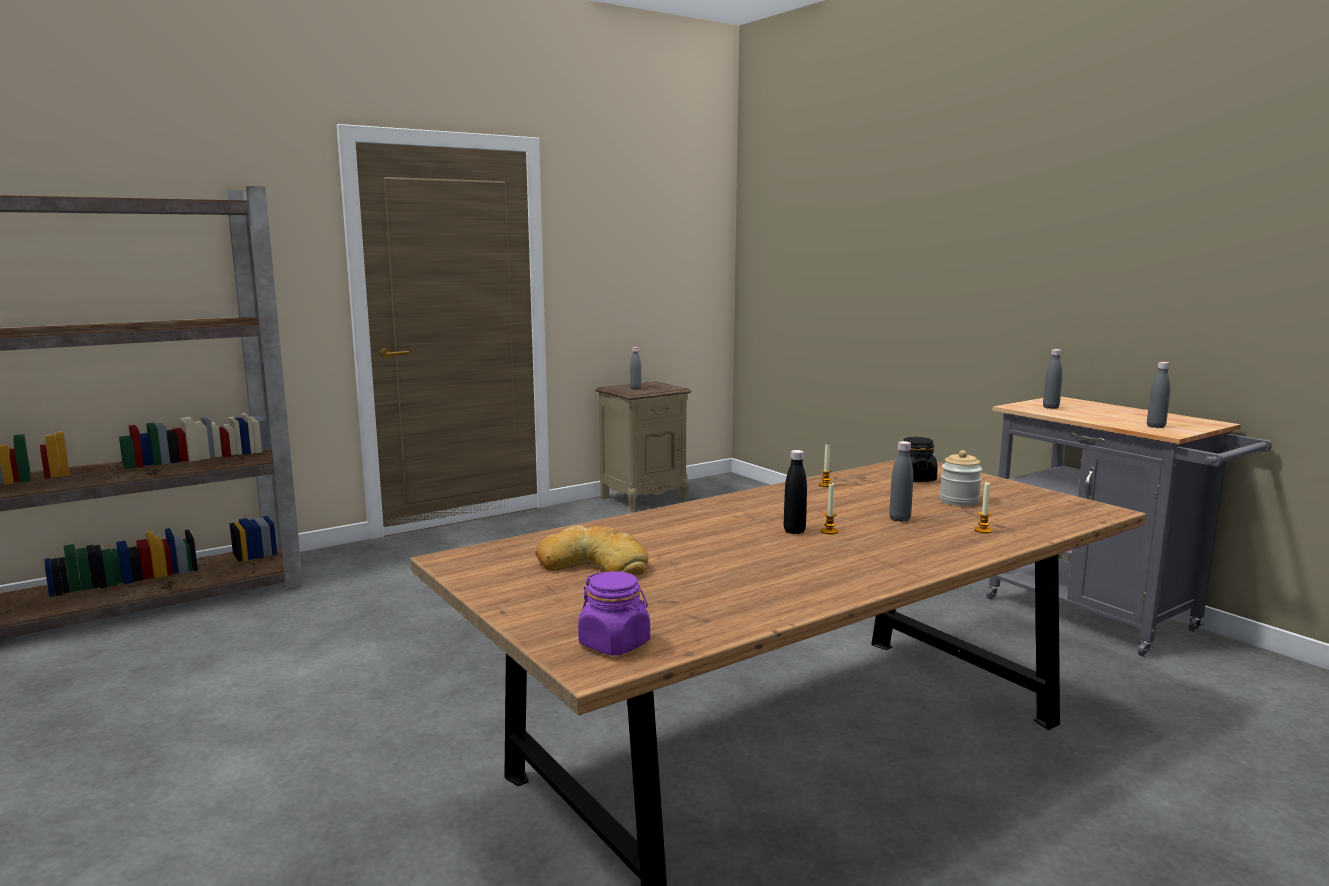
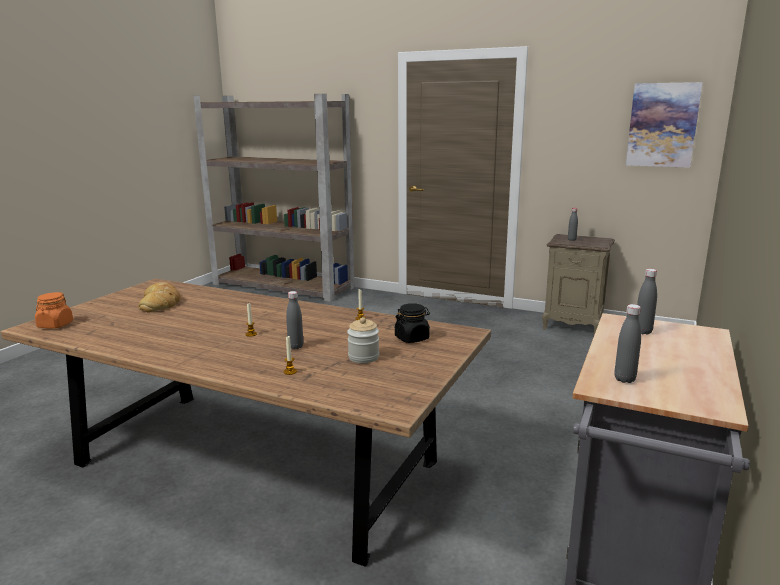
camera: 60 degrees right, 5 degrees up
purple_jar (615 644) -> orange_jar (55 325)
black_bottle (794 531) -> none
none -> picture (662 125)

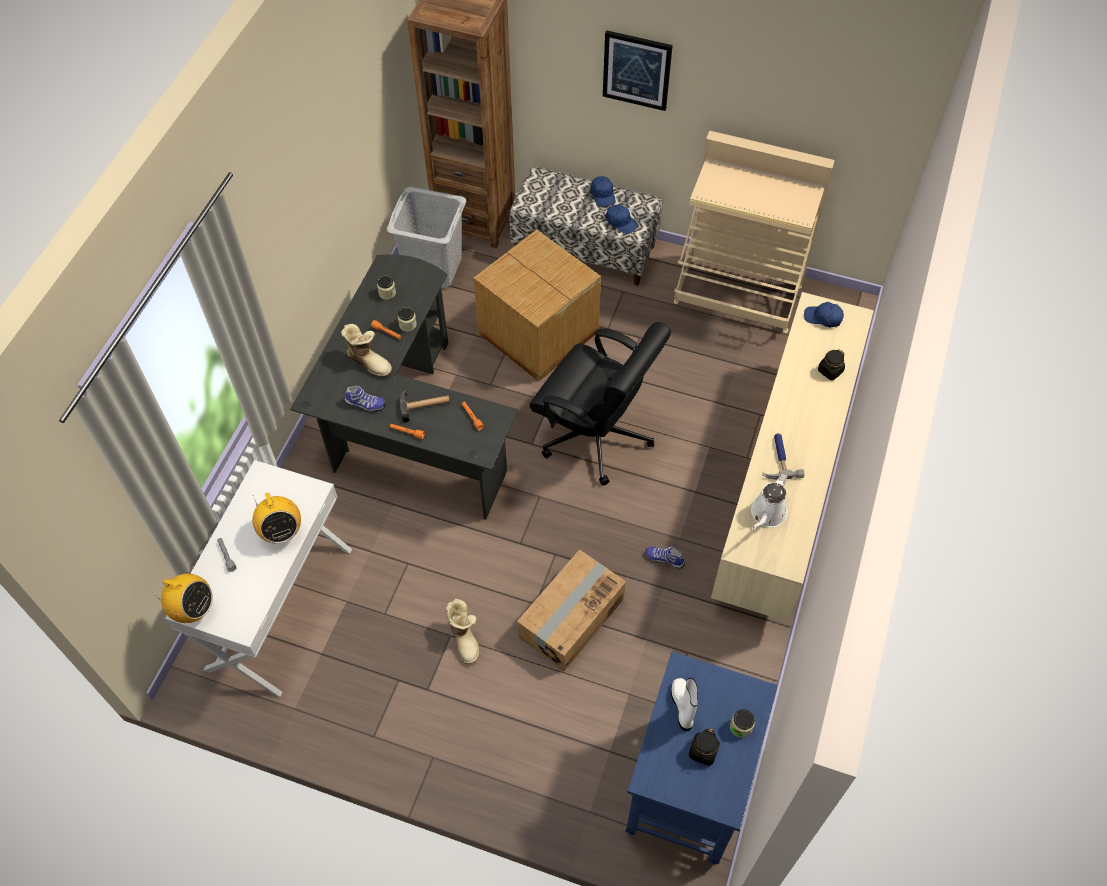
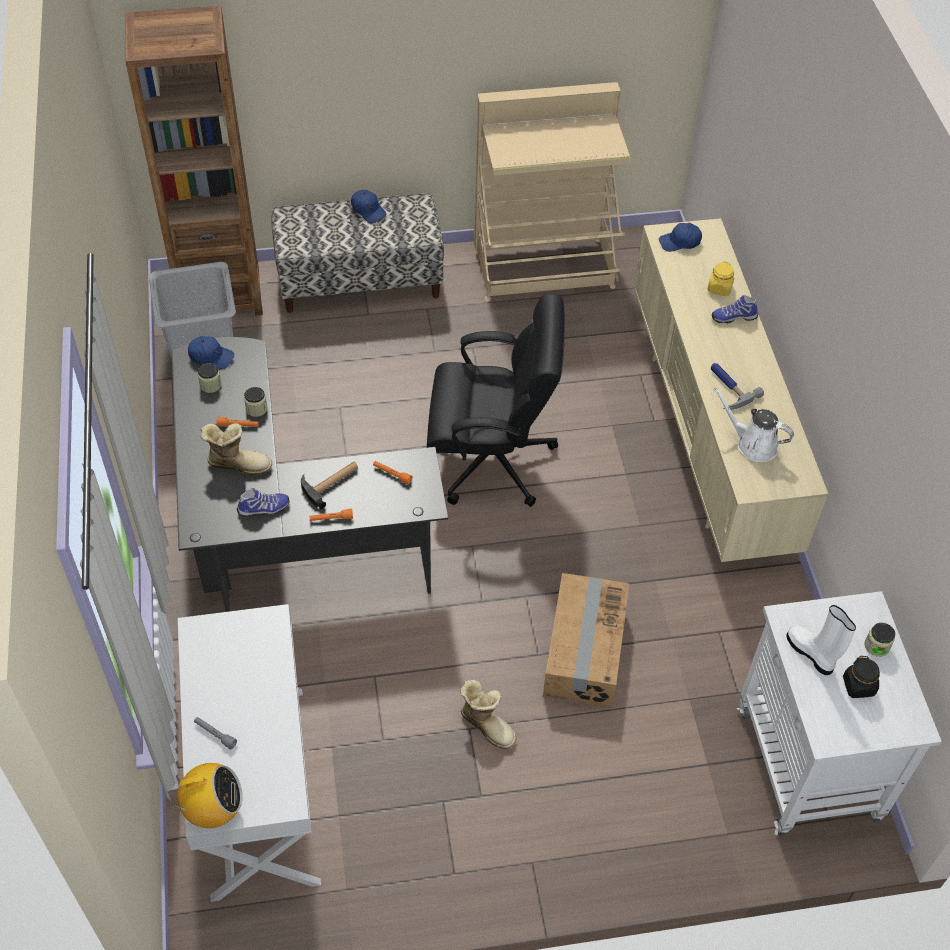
camera: 30 degrees left, 5 degrees down
radio (281 531) -> none
cardboard_box (538 334) -> none
picture (637 70) -> none
blue_cap (621 222) -> blue_cap (211 356), relocated
blue_cart (687 792) -> white_cart (806 765)
shoe (665 558) -> shoe (733 317), relocated
white_watering_can (767 515) -> white_watering_can (753 444), 120 degrees clockwise
black_jar (830 371) -> yellow_jar (719 288)

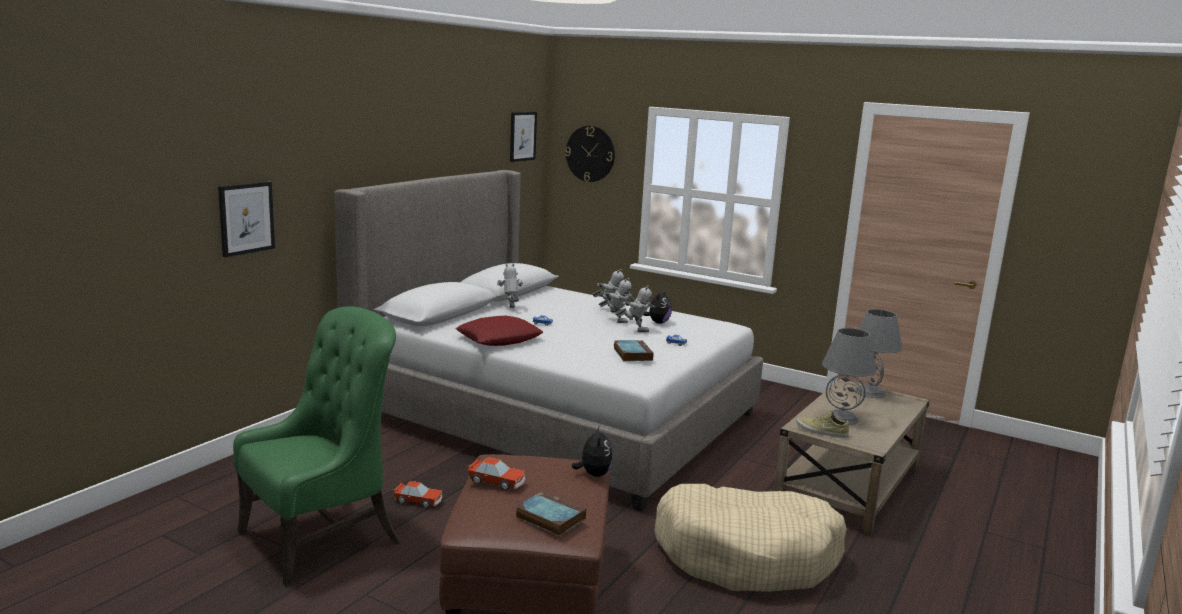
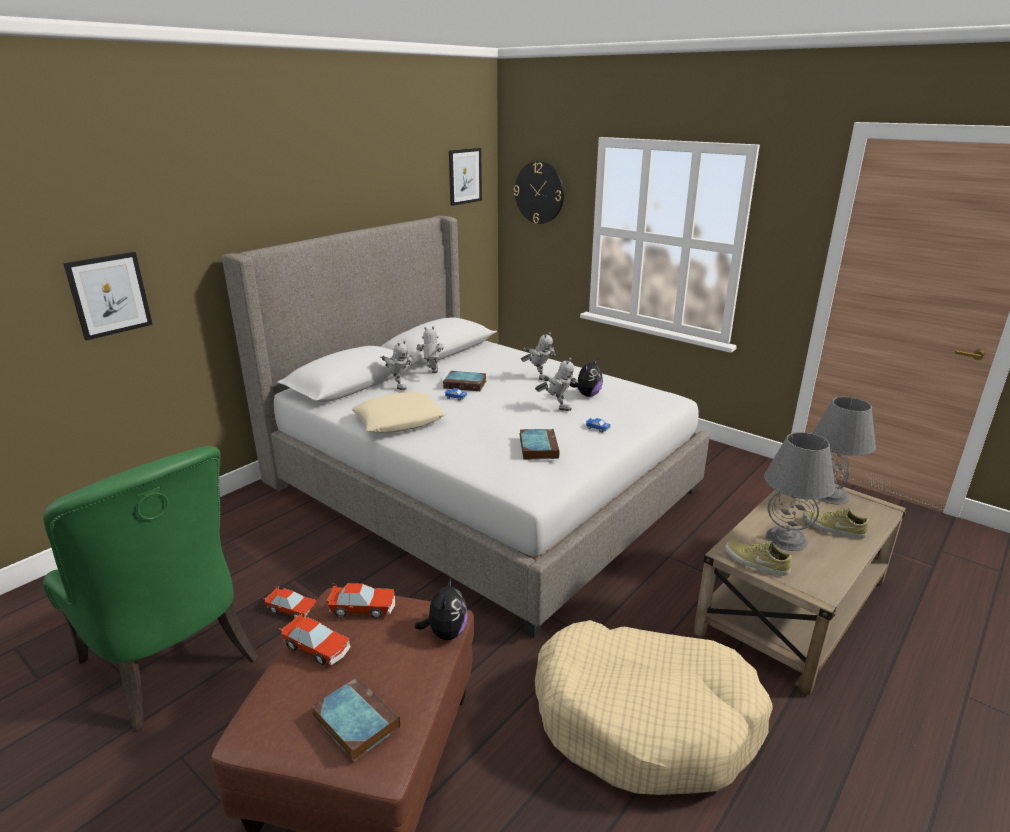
camera: 10 degrees right, 10 degrees up
green_chair (322 537) -> green_chair (172 660), 75 degrees clockwise
red_pillow (499 338) -> beige_pillow (399 420)
toy_robot (616 320) -> toy_robot (398 386), relocated
none -> toy_car (363 608)
none -> book (466 384)
none -> beige_shoe (833 528)

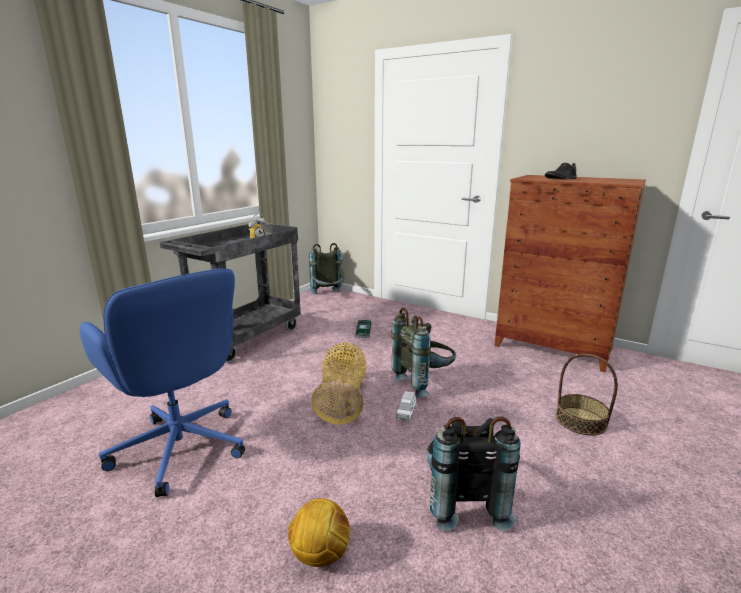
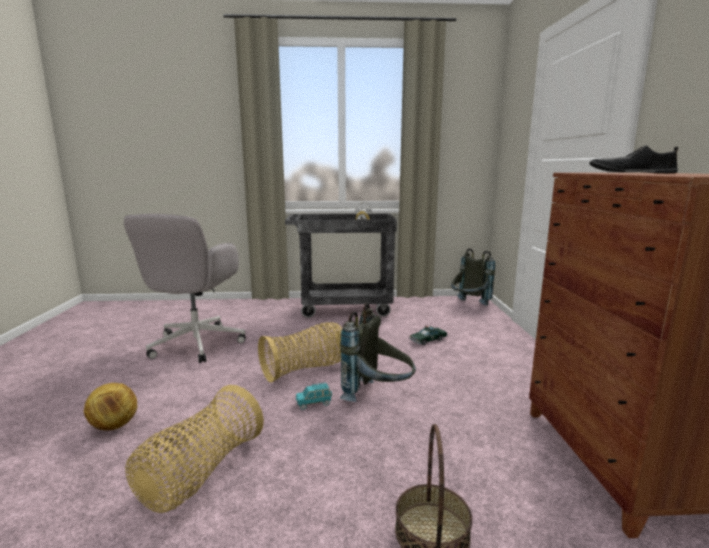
camera: 55 degrees right, 5 degrees down
blue_office_chair (180 449) -> grey_office_chair (196 345)
white_toy_car (406 413) -> turquoise_toy_car (314 403)
black_backpack (462 502) -> basket (200 473)

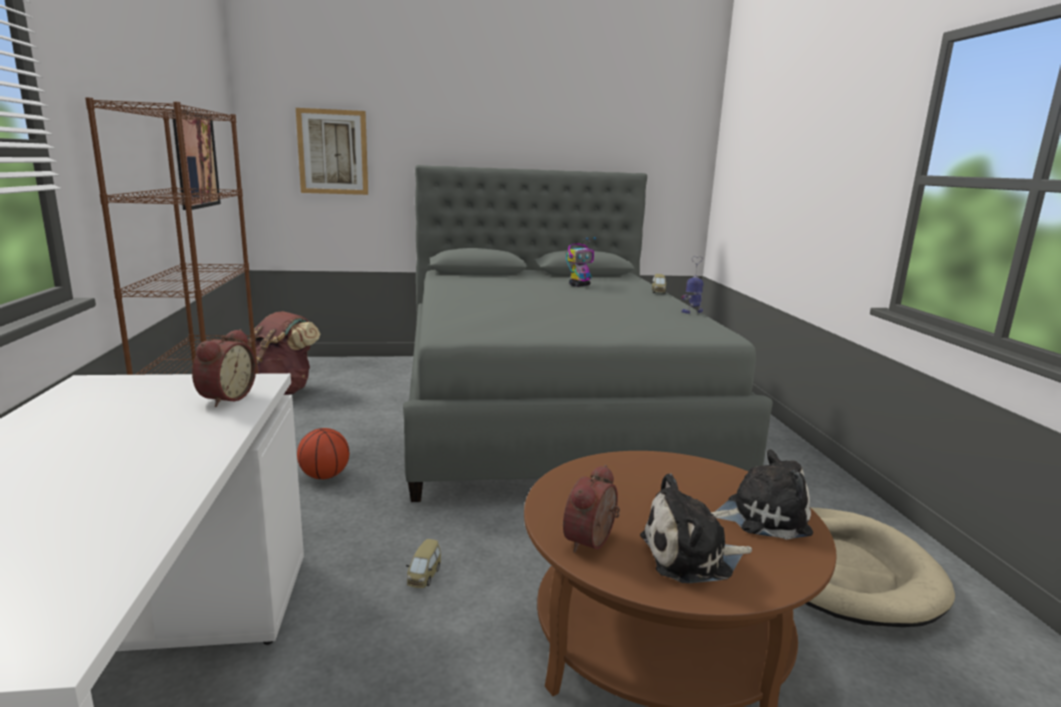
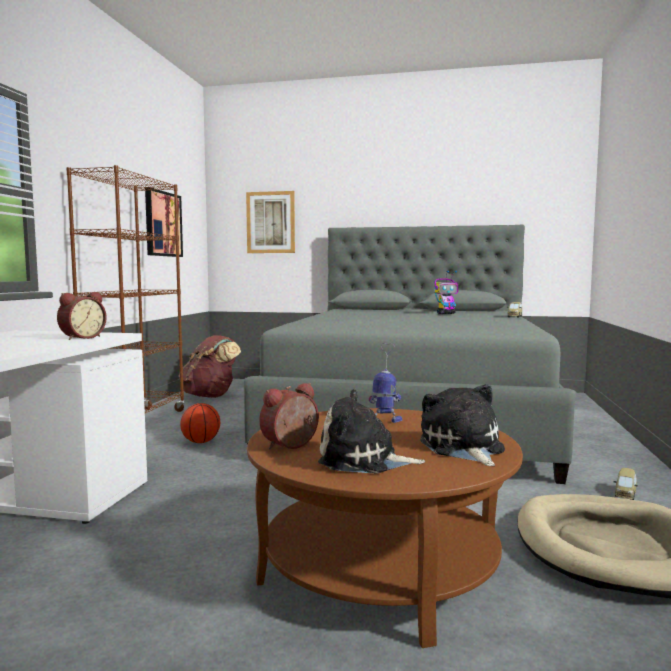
camera: 20 degrees right, 10 degrees down
toy_car (424 576) -> toy_car (625 494), relocated
toy_robot (692 312) -> toy_robot (385 421), relocated
plush_toy (761 516) -> plush_toy (462 447), 120 degrees counterclockwise

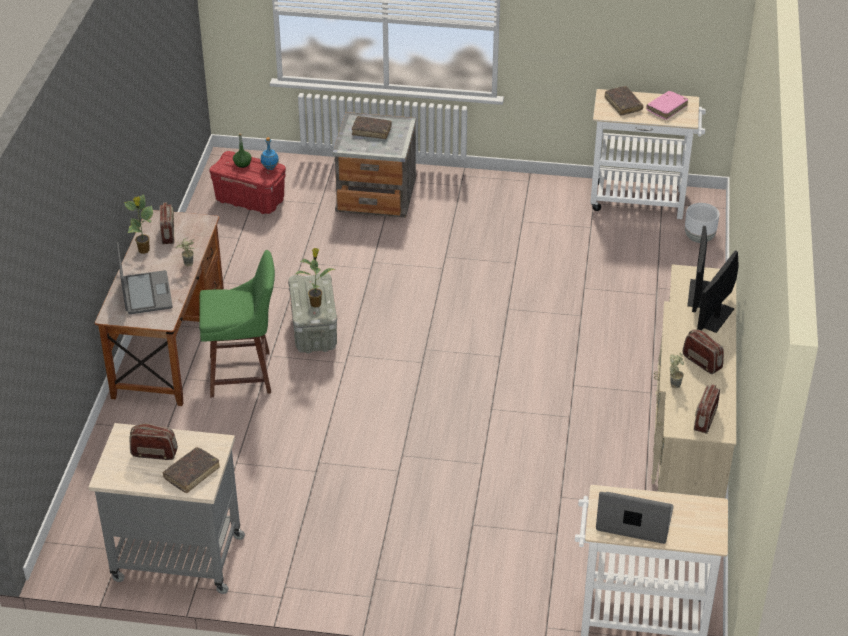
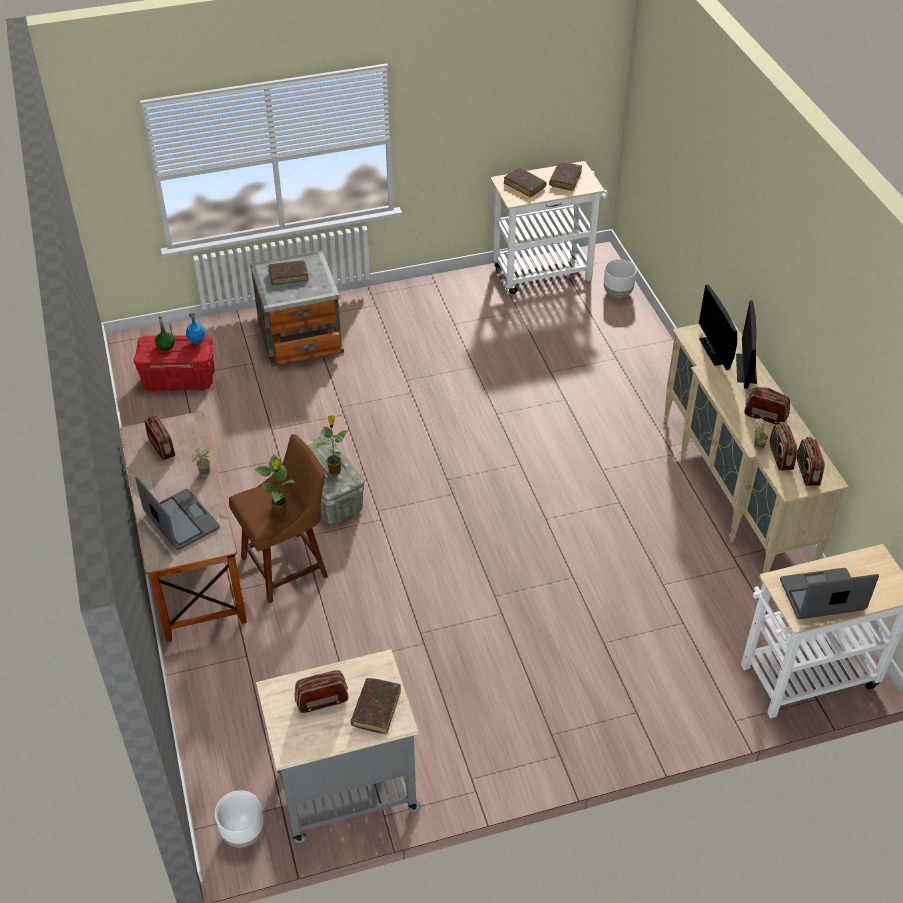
camera: 25 degrees left, 5 degrees up
potted_plant (144 250) -> potted_plant (280 512), relocated
green_stool (244 374) -> brown_stool (288 565)
pink_book (666 108) -> brown_book (565 179)
none -> white_planter (243 834)
none -> radio (780 457)

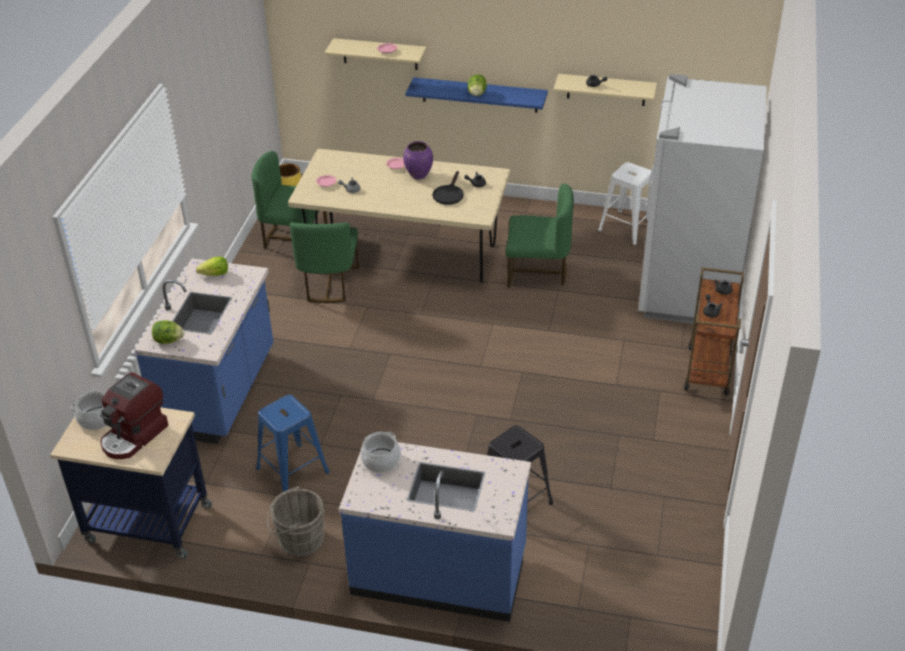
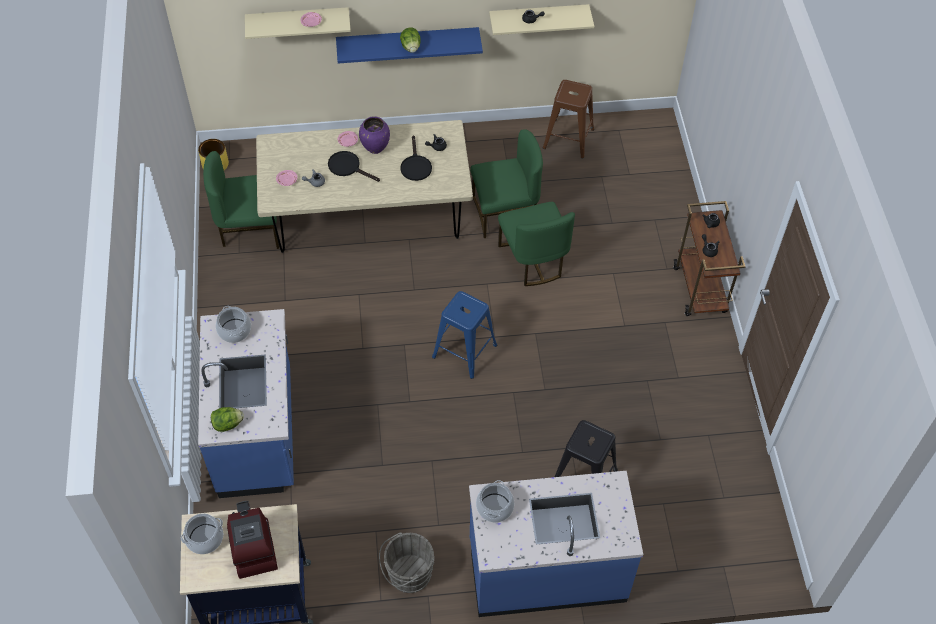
camera: 20 degrees left, 15 degrees up
coffee_machine (134 436) -> coffee_machine (252 548), 150 degrees clockwise
lettuce (215 274) -> cooking_pot (235 330)
blue_stool (292 470) -> blue_stool (464 351), relocated
green_chair (328 284) -> green_chair (533 260), relocated
white_stool (627 227) -> brown_stool (568 138)
white_fridge (687 287) -> none
none -> black_frying_pan (348 167)

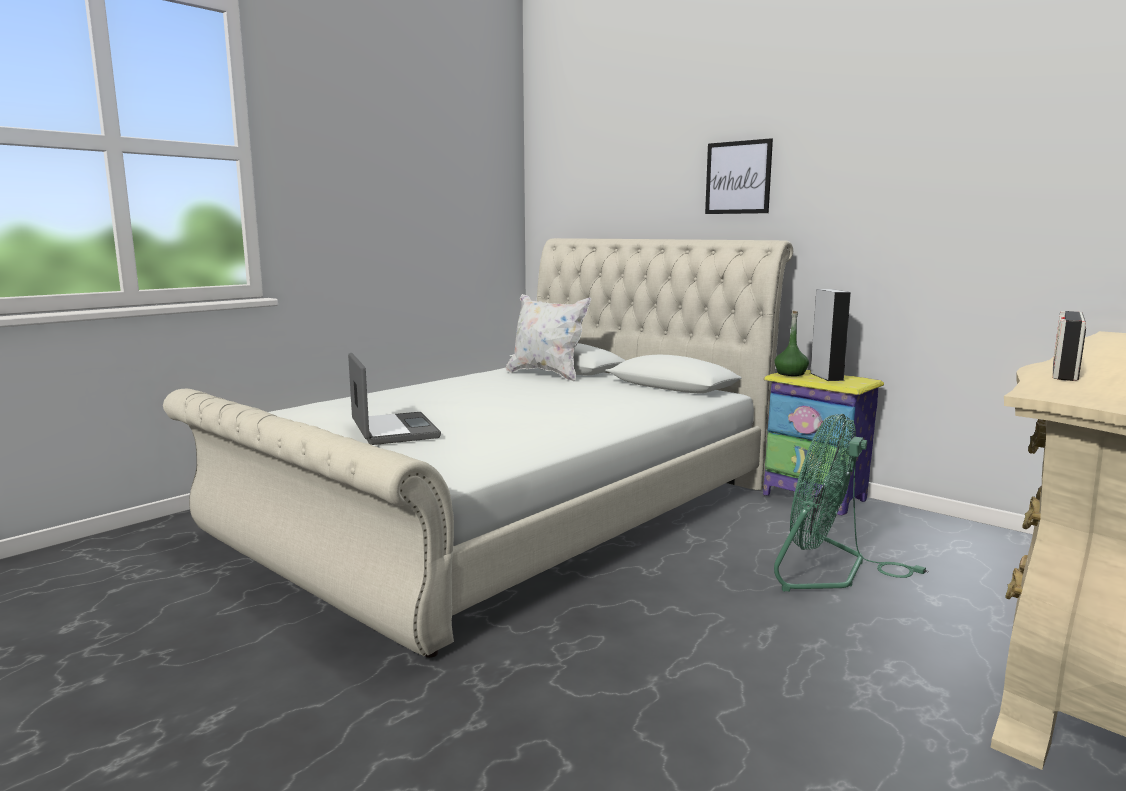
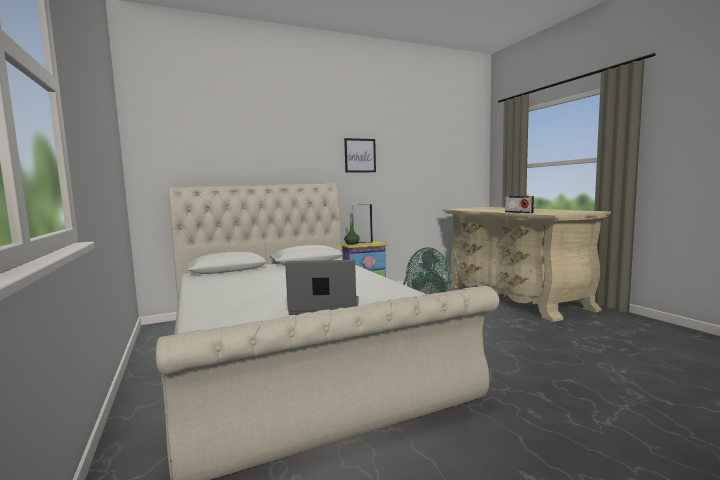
camera: 65 degrees left, 5 degrees down
white_pillow (547 374) -> none
picture (738 177) -> picture (360 155), relocated

